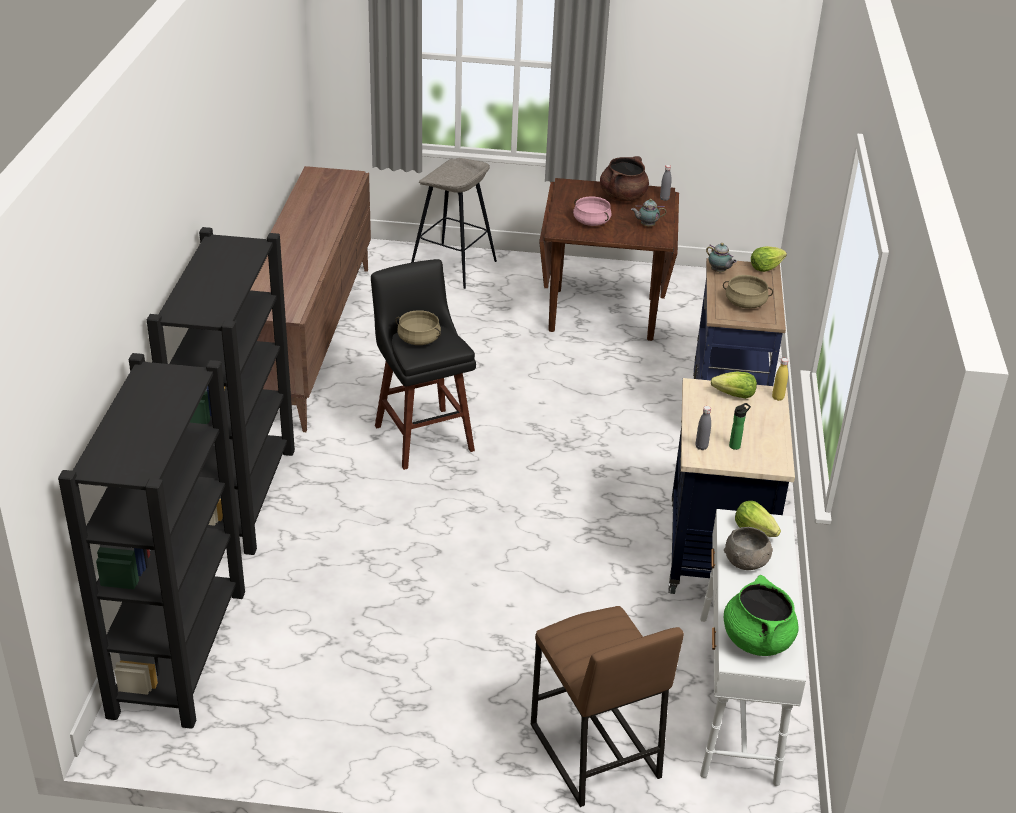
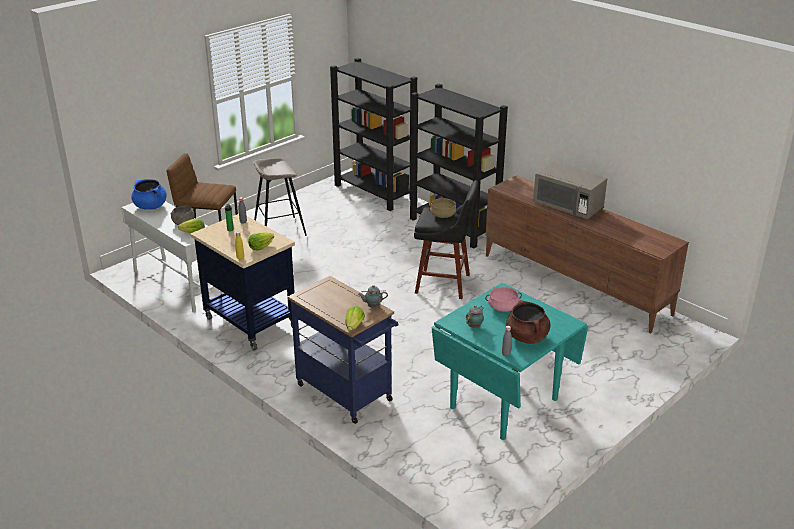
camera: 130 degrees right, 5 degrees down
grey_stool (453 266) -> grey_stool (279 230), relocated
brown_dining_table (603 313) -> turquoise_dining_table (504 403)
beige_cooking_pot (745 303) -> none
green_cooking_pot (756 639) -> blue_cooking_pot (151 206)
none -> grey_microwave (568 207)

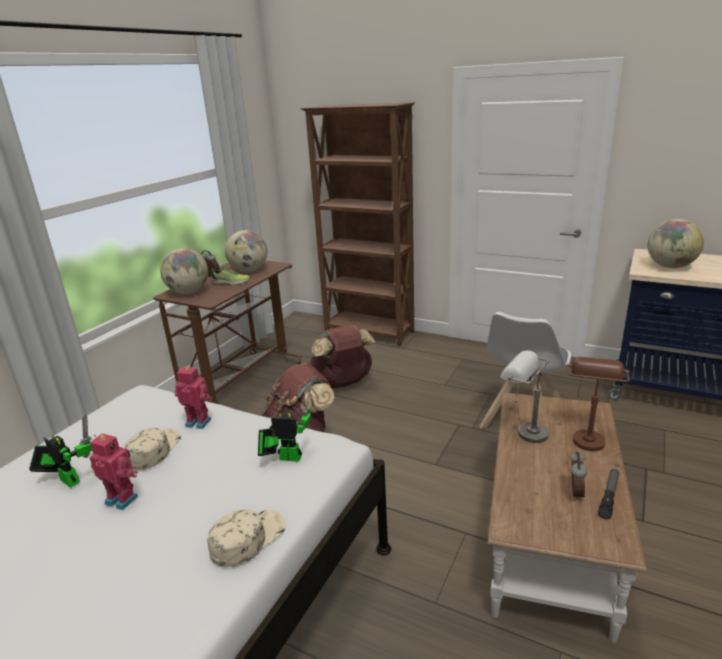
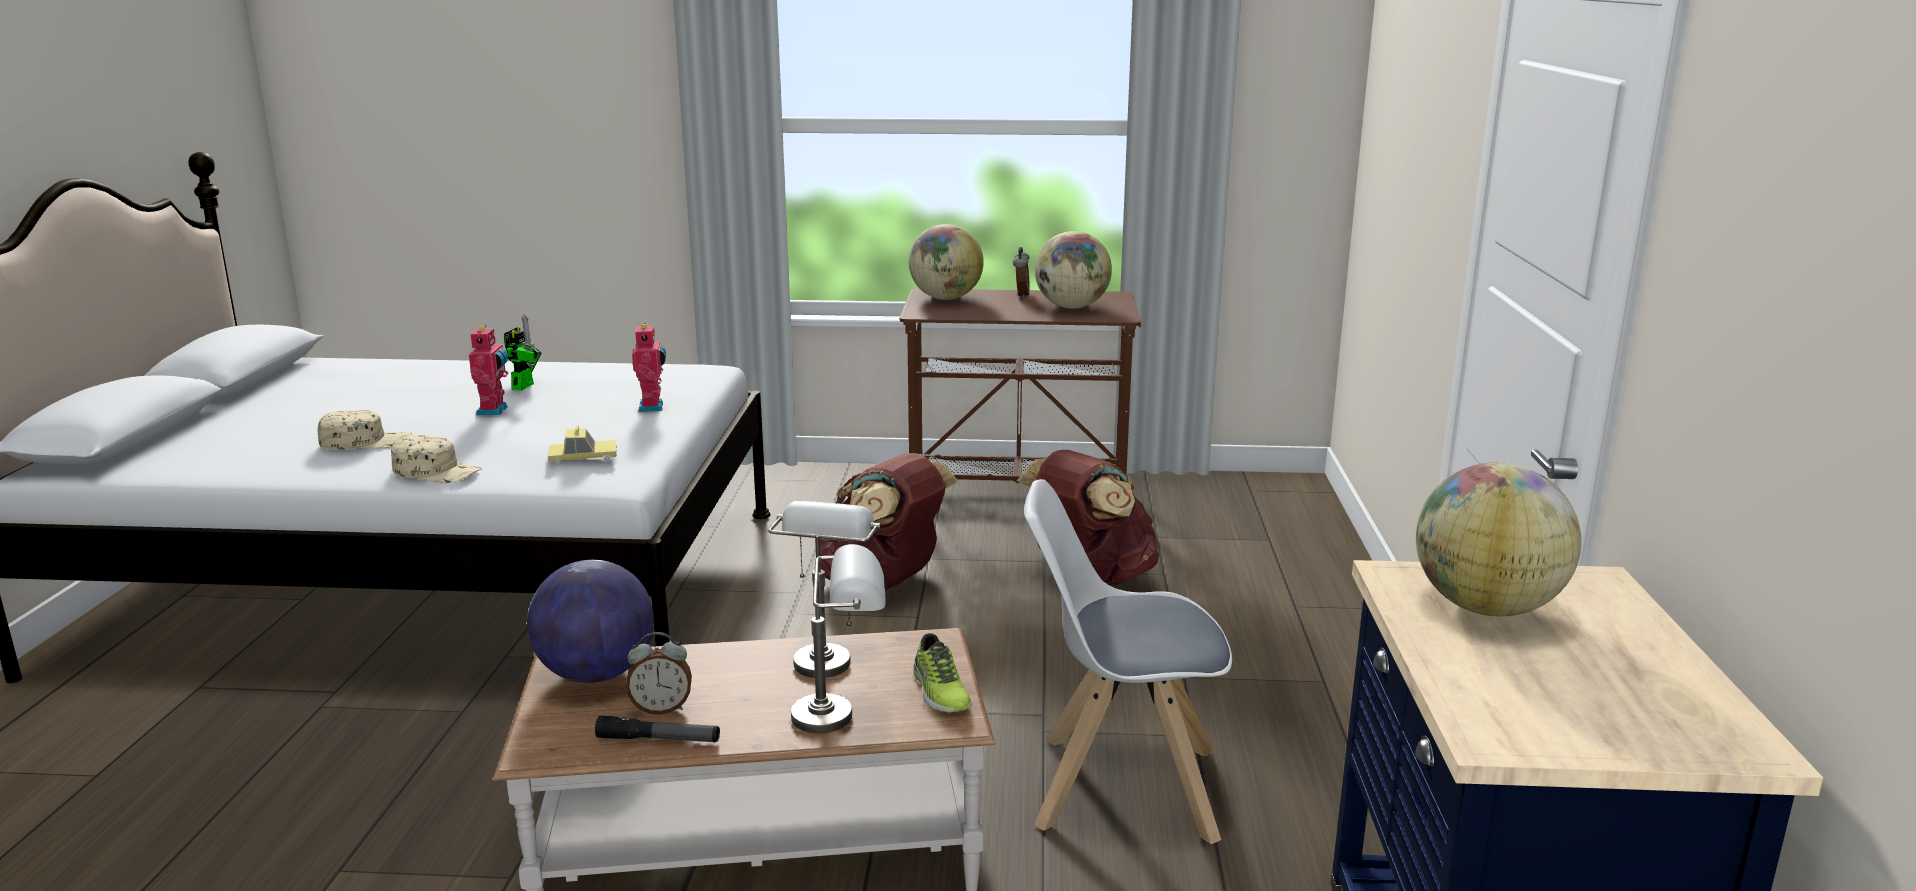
camera: 65 degrees right, 5 degrees down
beige_cap (154 450) -> beige_cap (366 441), relocated
shoe (230 282) -> shoe (939 691), relocated
toy_robot (286 457) -> toy_car (583 457)
brown_bookcase (369 333) -> none
brown_table_lamp (587 435) -> grey_table_lamp (843 714)
none -> globe (596 674)

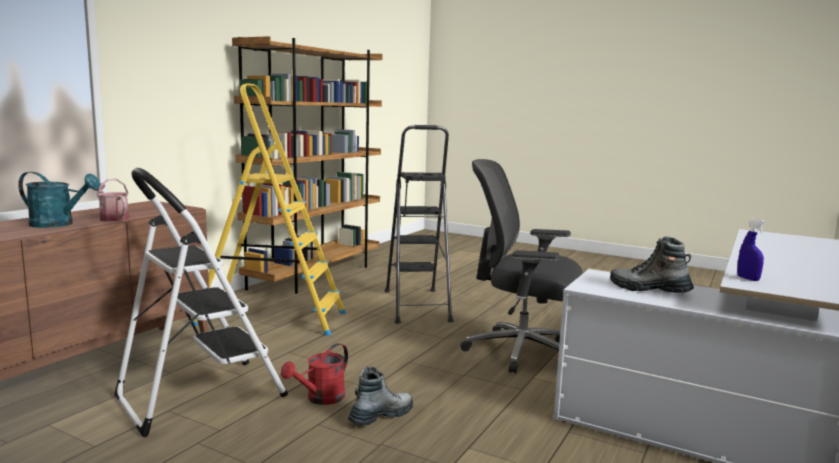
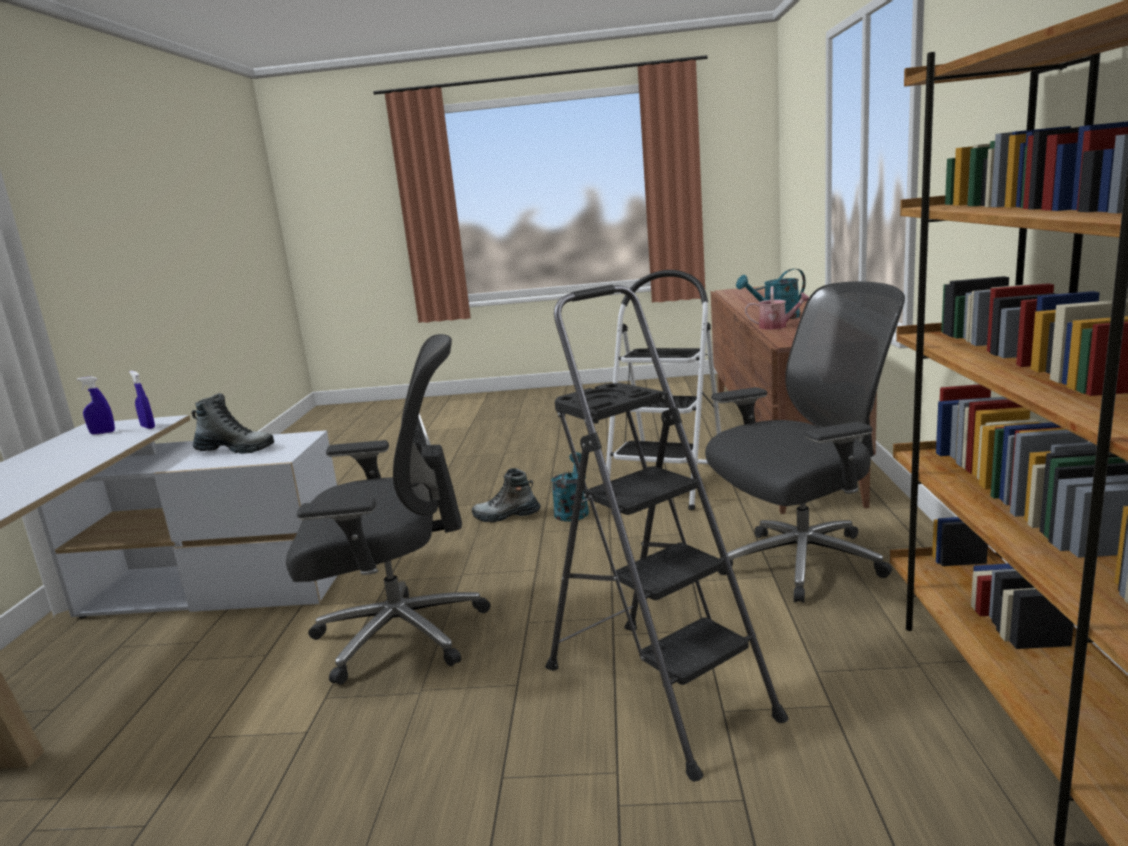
camera: 155 degrees right, 5 degrees up
yellow_step_ladder (272 319) -> office_chair (801 564)
red_watering_can (320 399) -> turquoise_watering_can (572 510)
boot (381 416) -> boot (506 516), 75 degrees clockwise
none -> blue_spray_bottle (102 433)

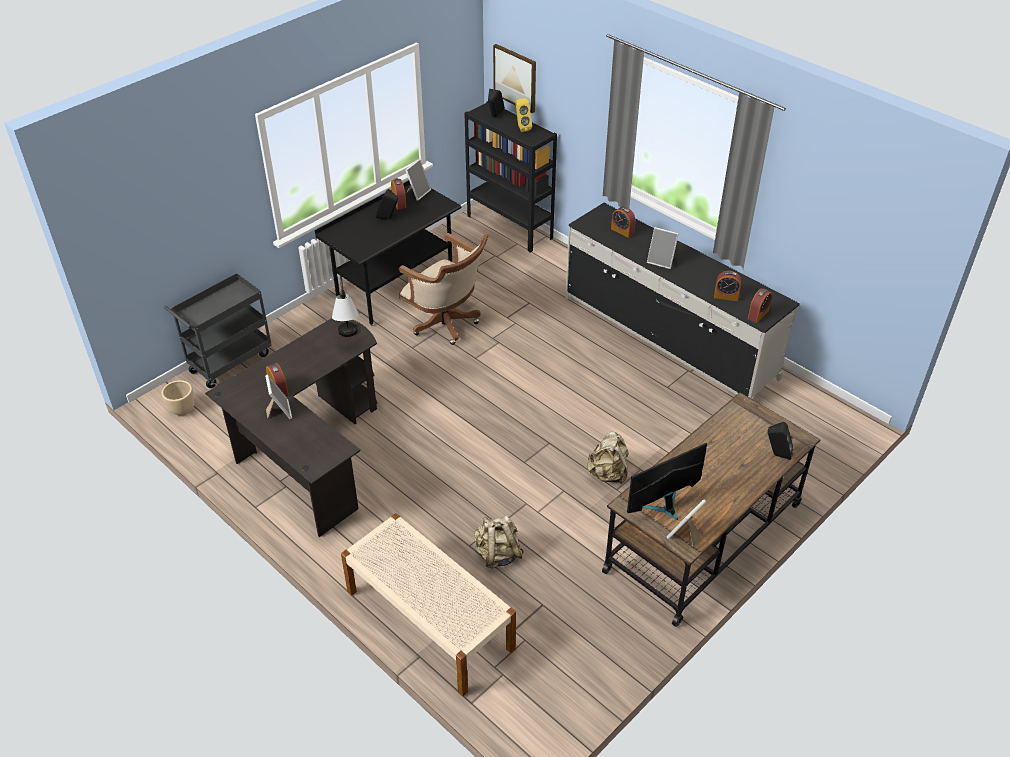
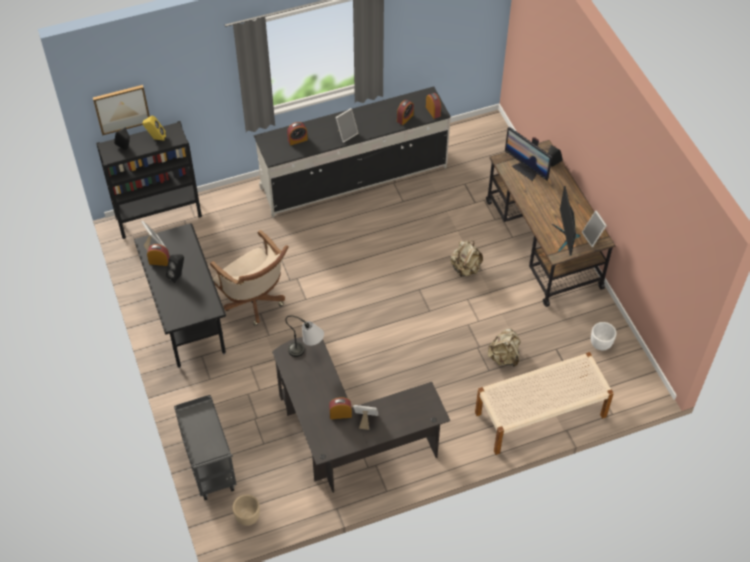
camera: 65 degrees left, 10 degrees up
office_chair (447 325) -> office_chair (255 303), 75 degrees clockwise
none -> monitor (526 170)
none -> white_planter (600 344)

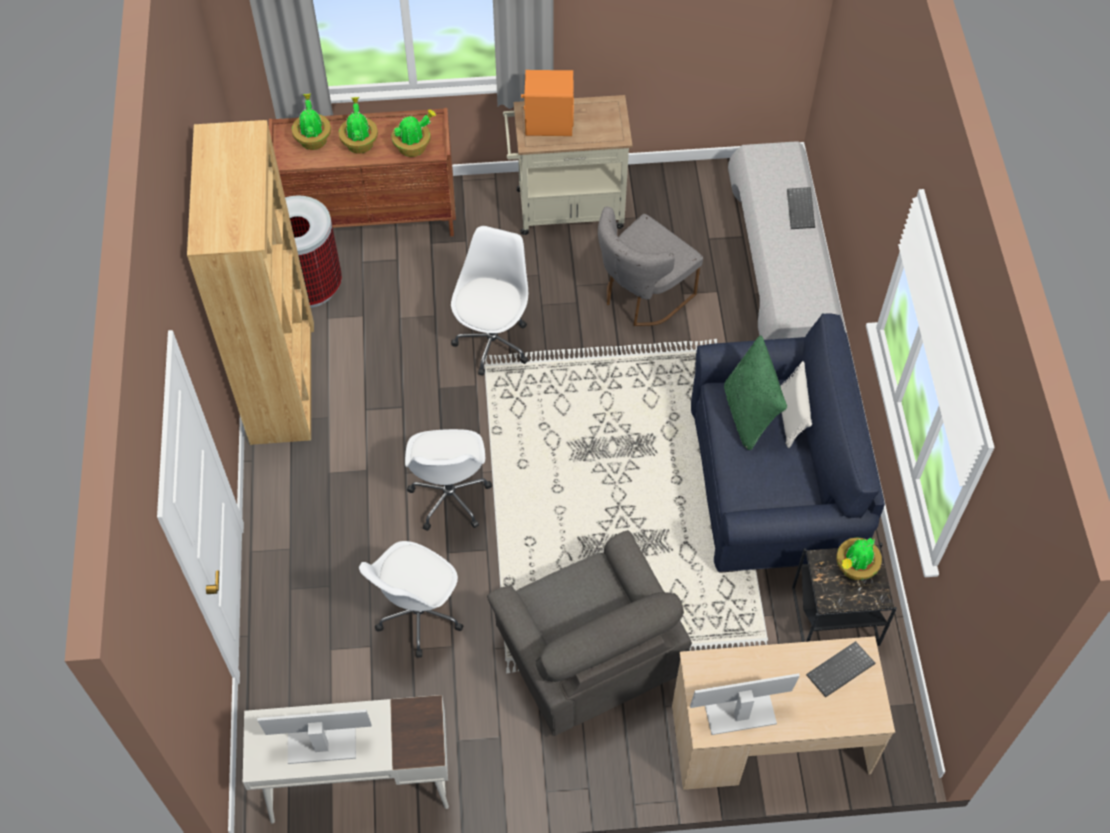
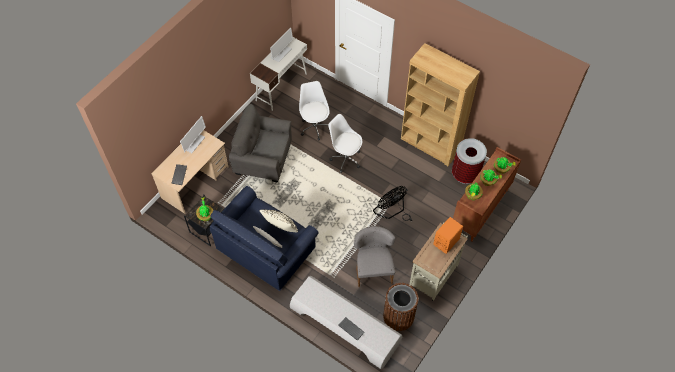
camera: 130 degrees right, 0 degrees up
white_office_chair (493 342) -> black_fan (394 210)
green_pillow (748 416) -> beige_pillow (280 228)
none -> brown_trash_can (398 316)

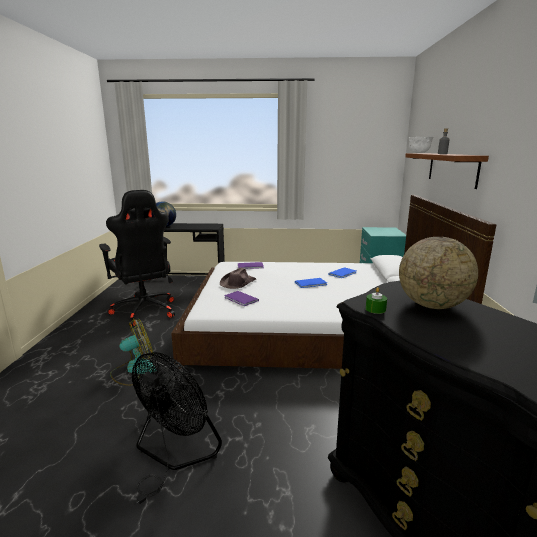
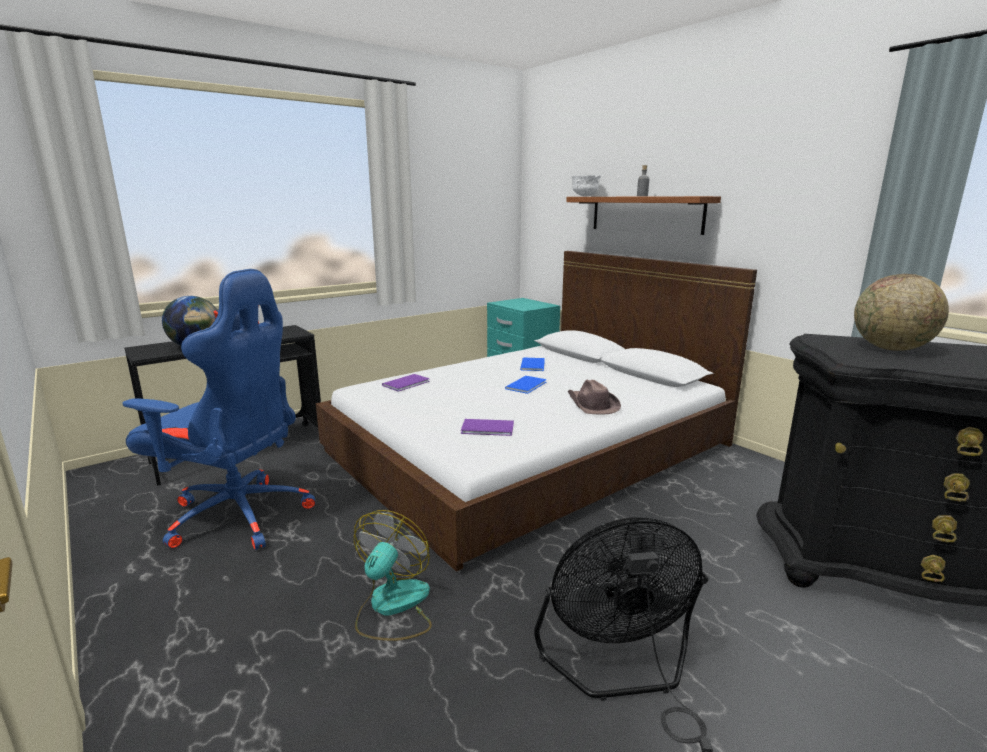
camera: 40 degrees left, 0 degrees up
black_office_chair (143 309) -> blue_office_chair (231 514)
brown_hat (238 283) -> brown_hat (592 404), relocated
green_candle (375 309) -> none

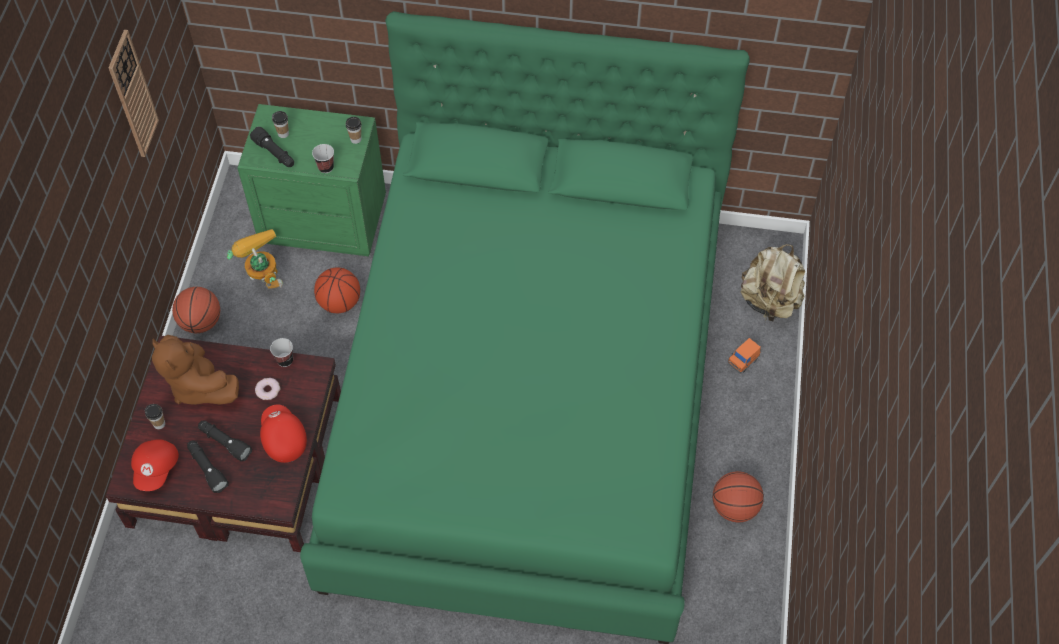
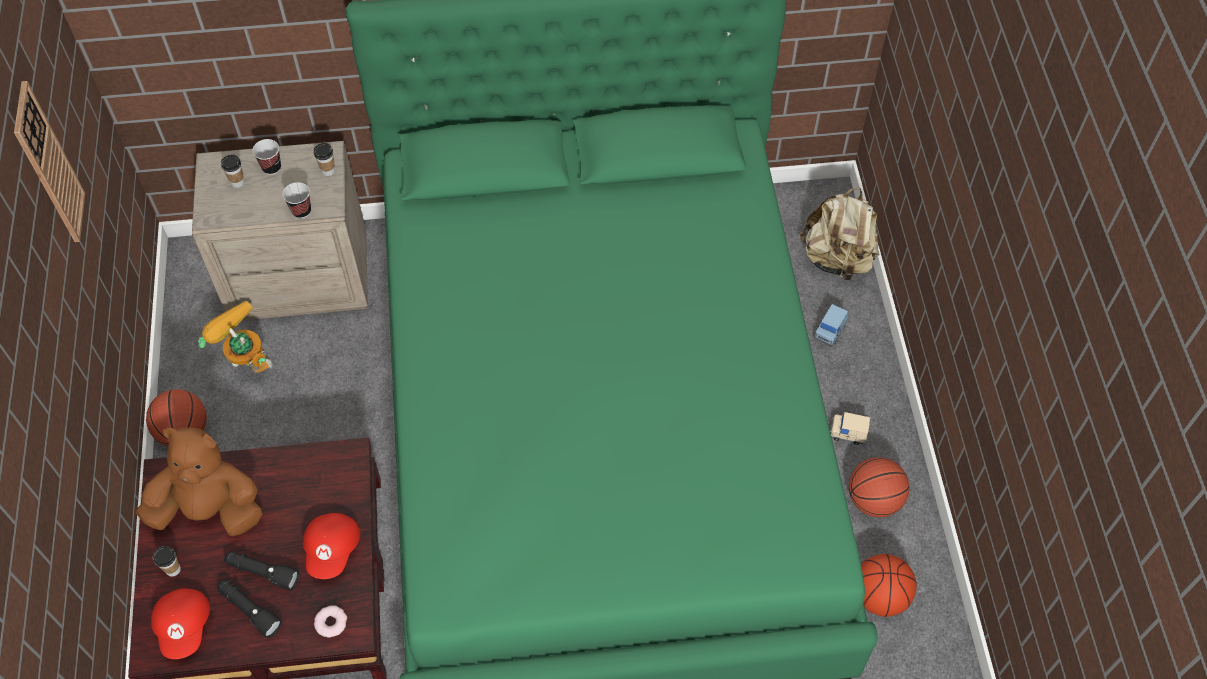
camera: 15 degrees left, 0 degrees up
brown_plush_toy (199 385) -> brown_plush_toy (210 509), 150 degrees clockwise
green_nightstand (324 219) -> beige_nightstand (300 277)
black_flashlight (274 153) -> none
donut (268 390) -> donut (331 622), relocated
red_cap (282 438) -> red_cap (333 549), 135 degrees counterclockwise
cup (285 360) -> cup (271 167), relocated
basketball (339 303) -> basketball (879 596), relocated
orange_toy_car (743 360) -> blue_toy_car (829 331)
none -> beige_toy_car (848 433)

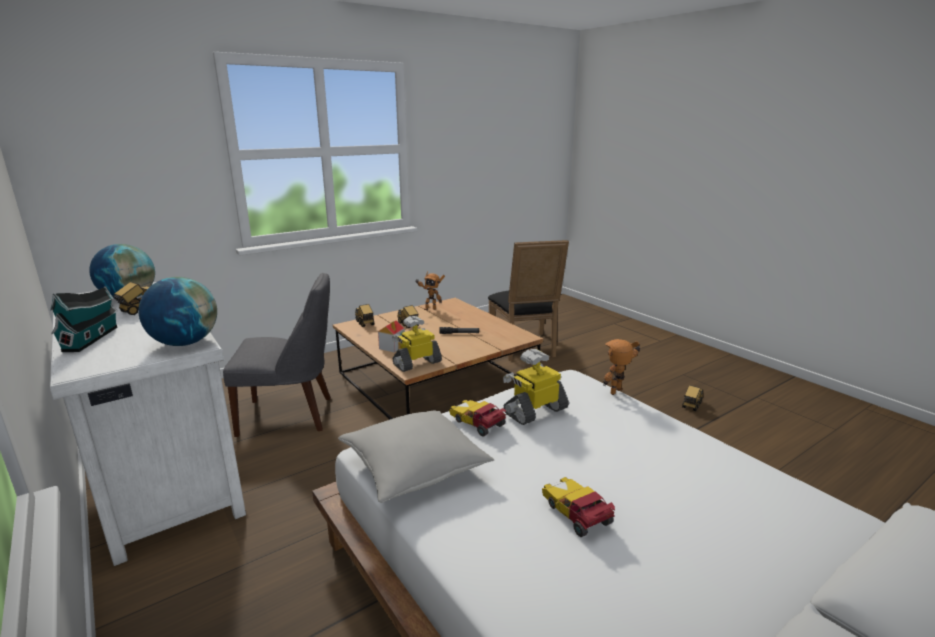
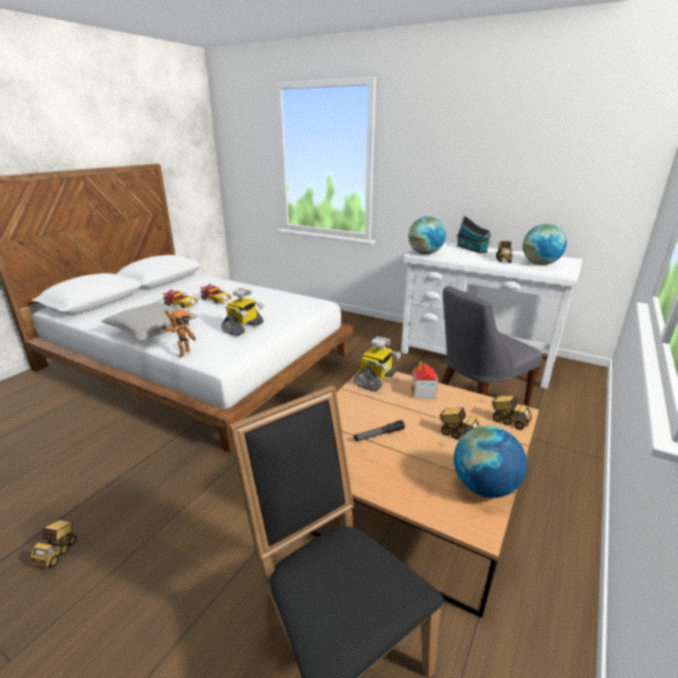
camera: 155 degrees right, 5 degrees up
grey_pillow (414 468) -> grey_pillow (152 330), relocated
toy_robot (430 309) -> globe (484 487)
toy_car (478 423) -> toy_car (180 304), relocated

